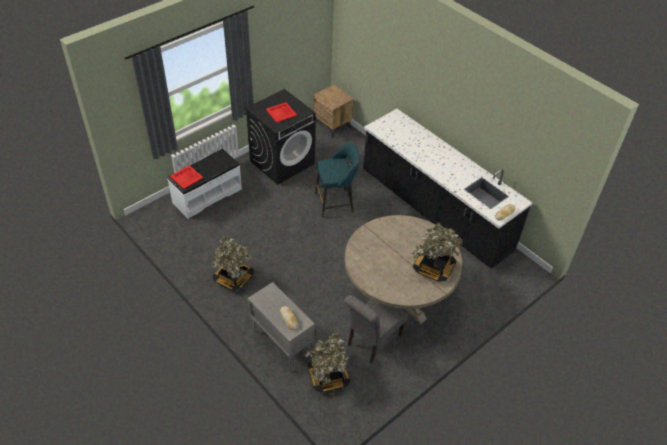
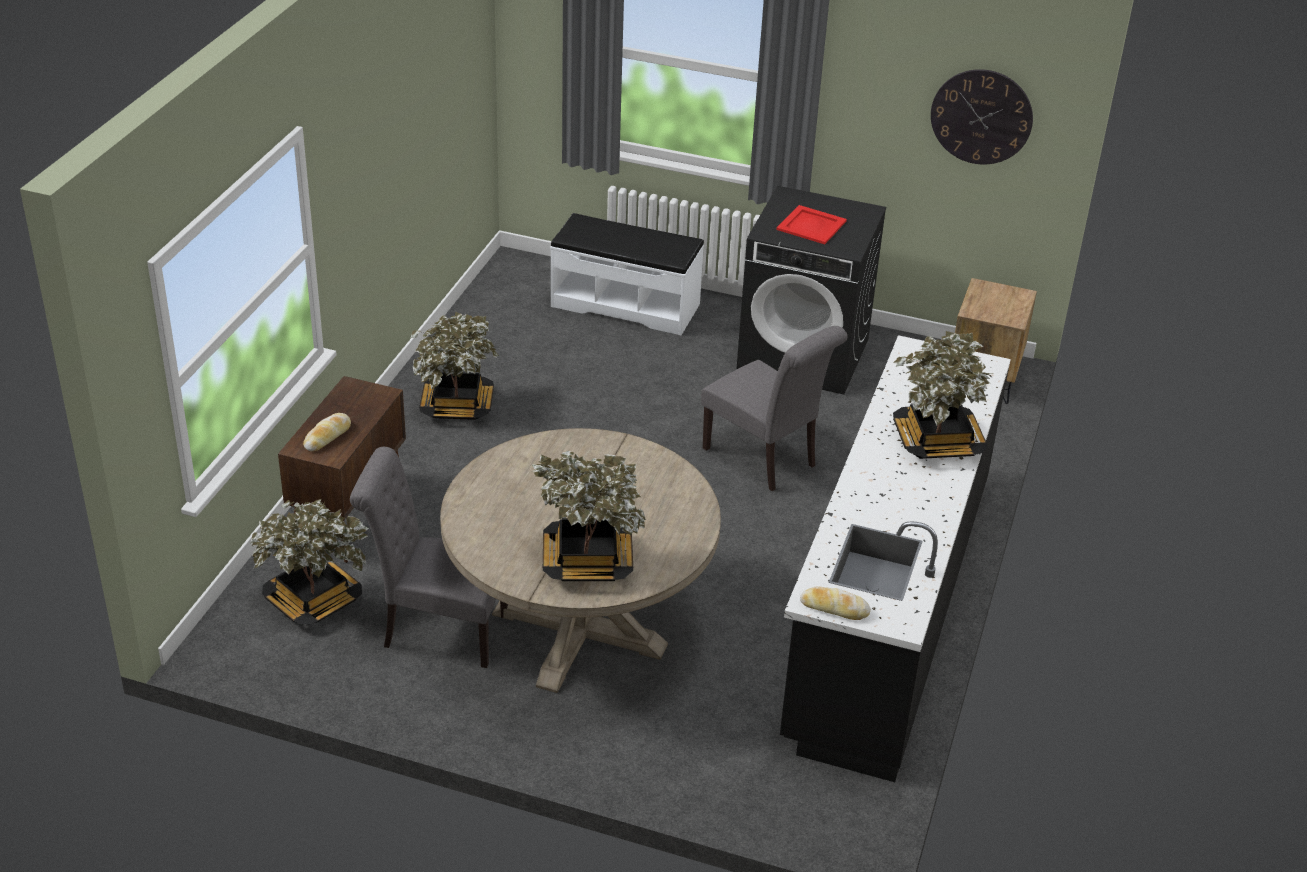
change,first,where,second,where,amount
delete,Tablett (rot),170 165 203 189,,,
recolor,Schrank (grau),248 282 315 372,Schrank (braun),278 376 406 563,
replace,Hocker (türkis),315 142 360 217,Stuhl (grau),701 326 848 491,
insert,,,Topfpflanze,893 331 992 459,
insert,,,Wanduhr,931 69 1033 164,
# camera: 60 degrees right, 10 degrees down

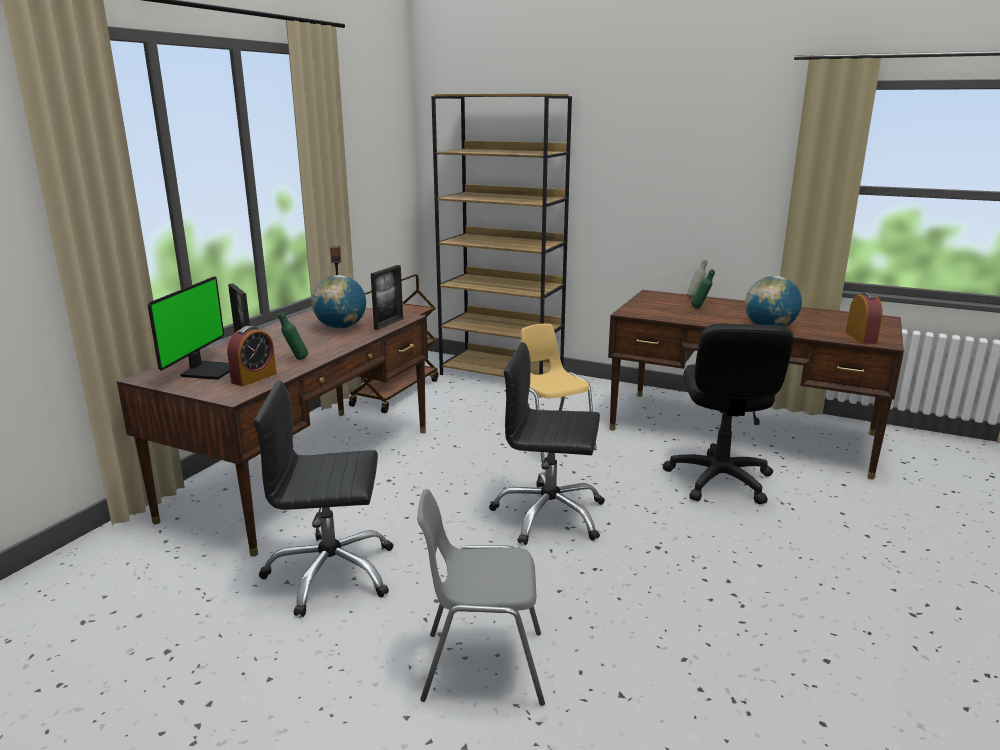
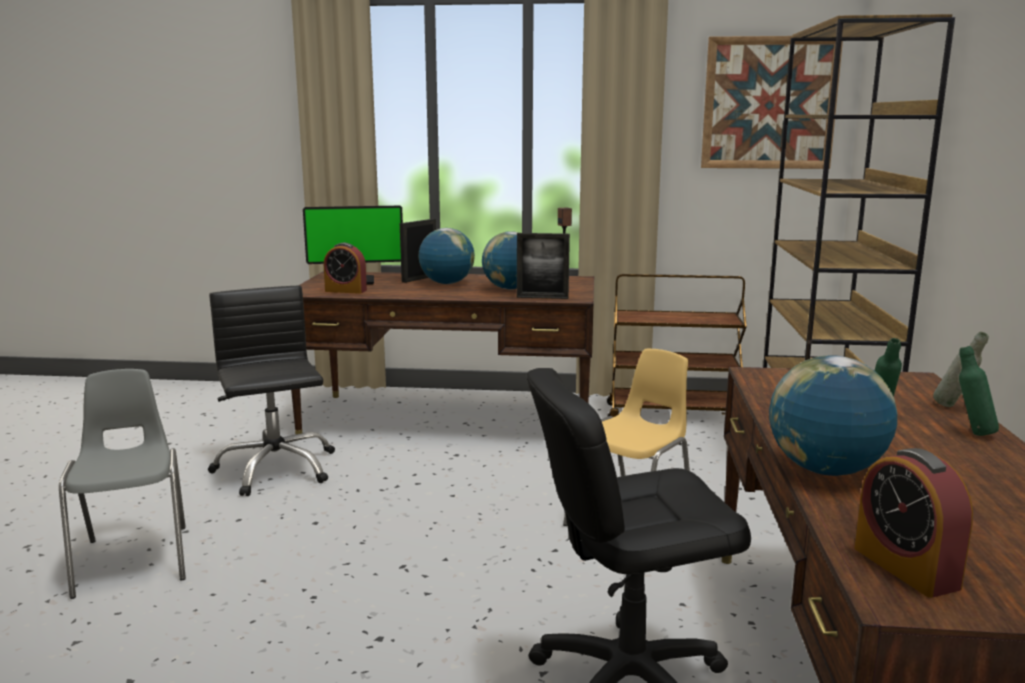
change,first,where,second,where,amount
move,Flasche (grün),278 312 308 360,,959 346 999 436,
delete,Bürostuhl (schwarz),489 342 605 545,,,
rotate,Wecker,846 293 883 344,,854 448 973 598,90 degrees clockwise
insert,,,Globus,418 228 475 284,
insert,,,Bild,701 36 843 169,
# camera: 70 degrees right, 5 degrees down

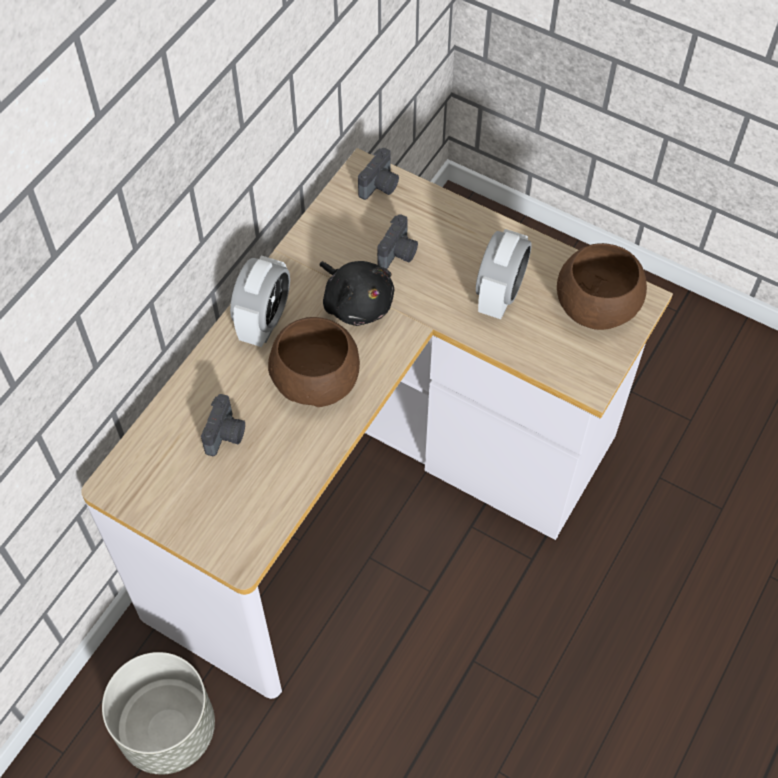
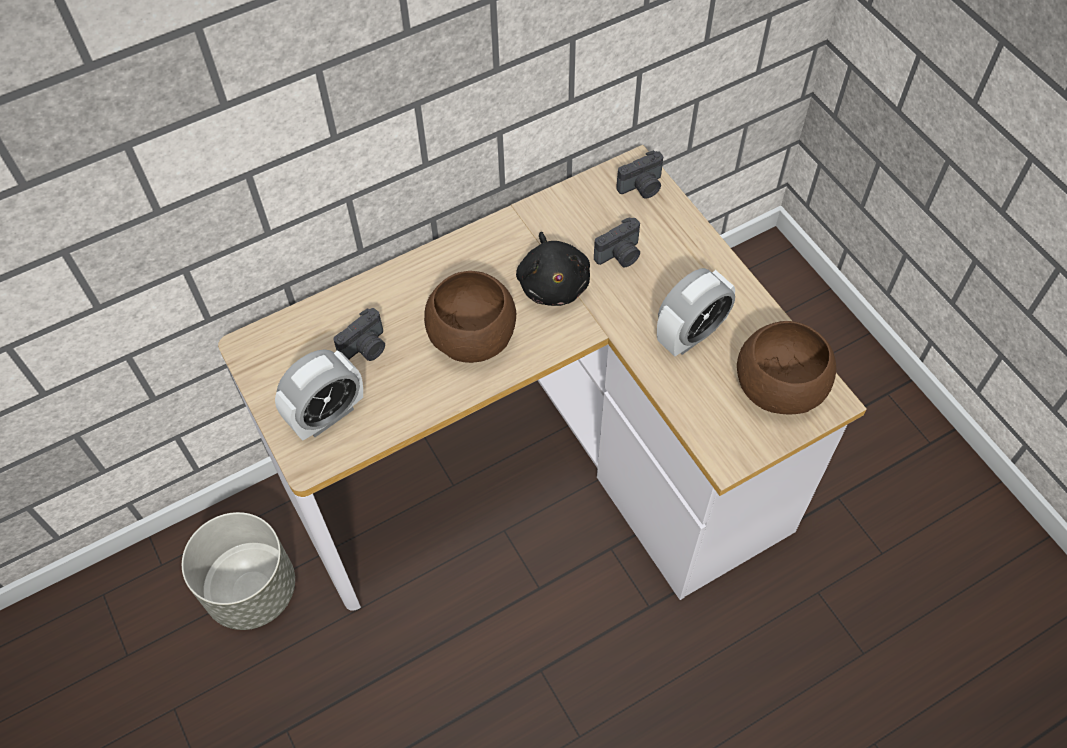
change,first,where,second,where,amount
move,Wecker,230 256 290 347,,275 349 363 440,
# camera: 30 degrees right, 0 degrees up

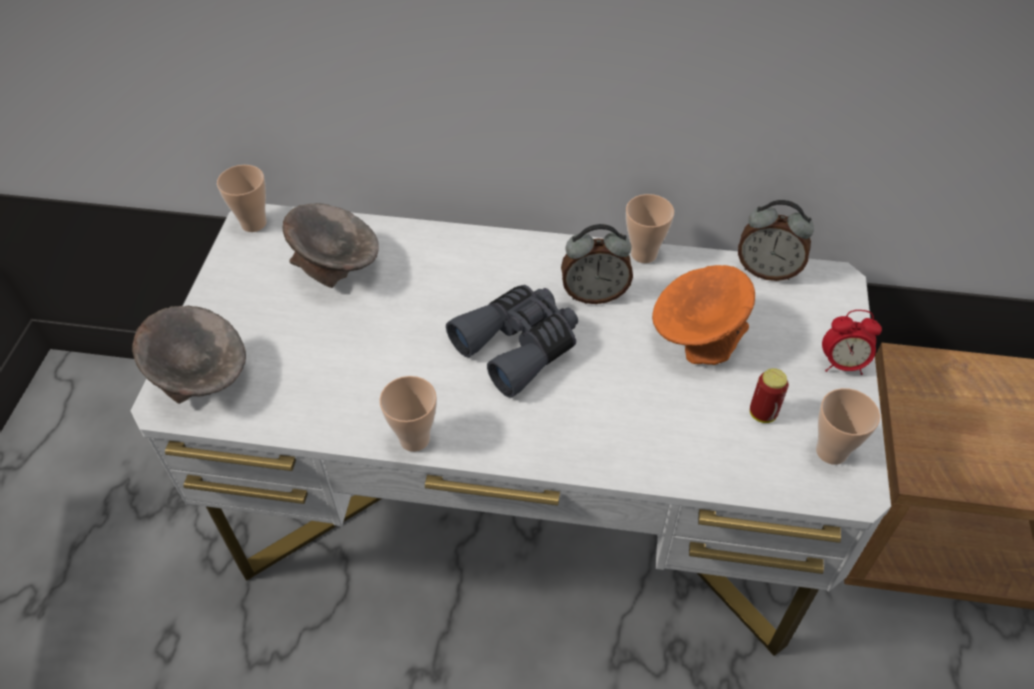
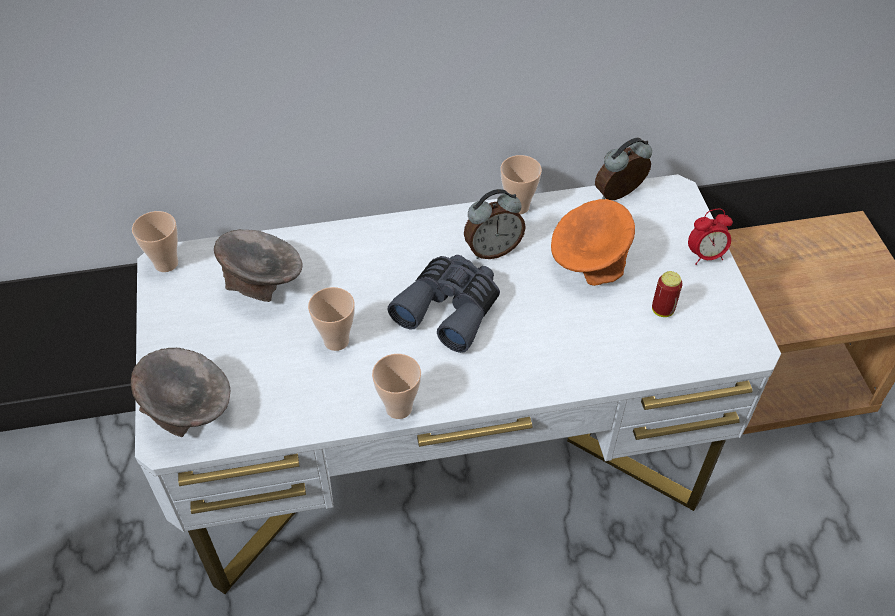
change,first,where,second,where,amount
rotate,Wecker,738 200 814 281,,595 138 652 200,150 degrees clockwise
move,Tasse,816 388 880 465,,308 287 355 351,
# camera: 20 degrees left, 0 degrees up

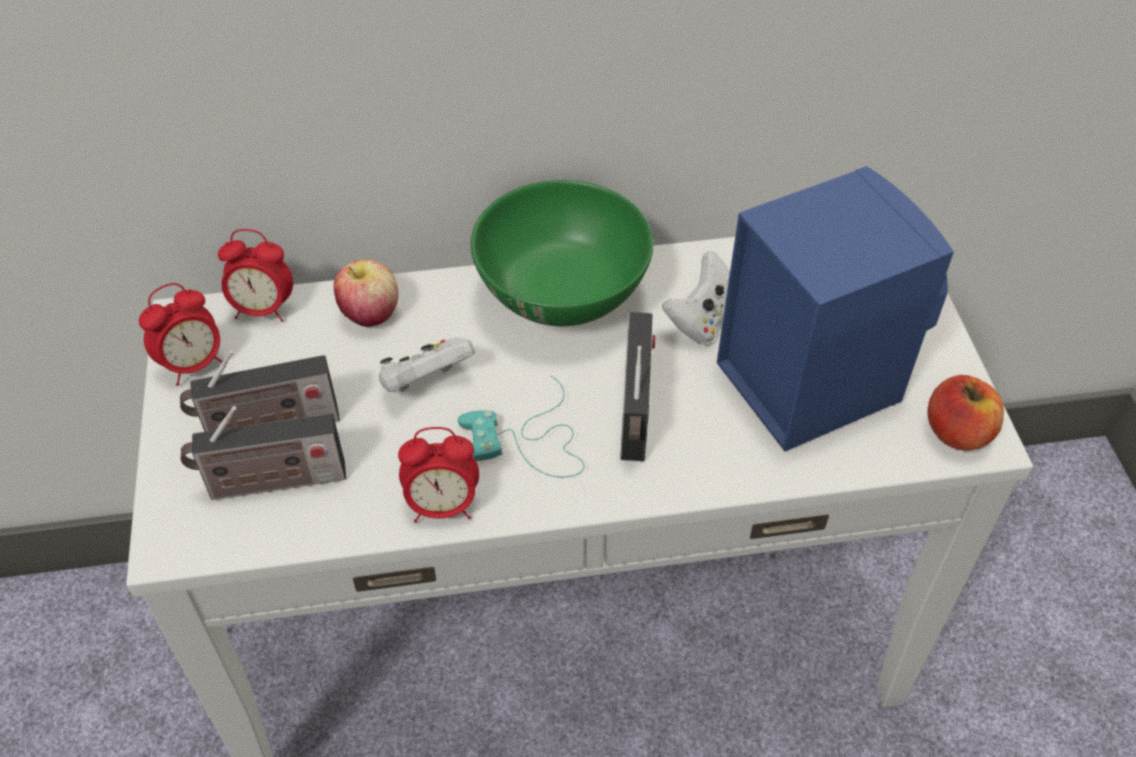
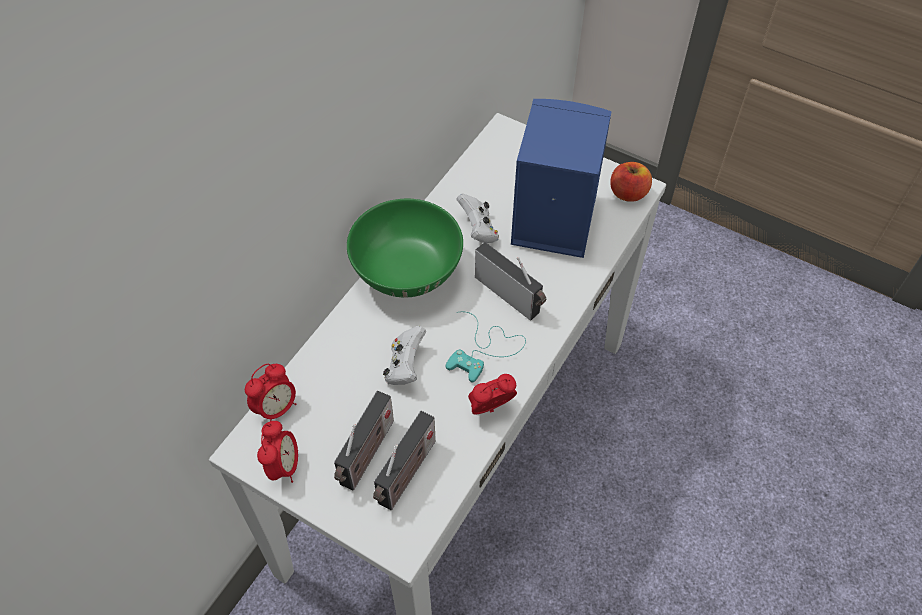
change,first,where,second,where,amount
delete,Apfel,334 259 398 327,,,
rotate,Wecker,398 427 479 523,,468 374 517 414,150 degrees counterclockwise
# camera: 50 degrees left, 5 degrees up

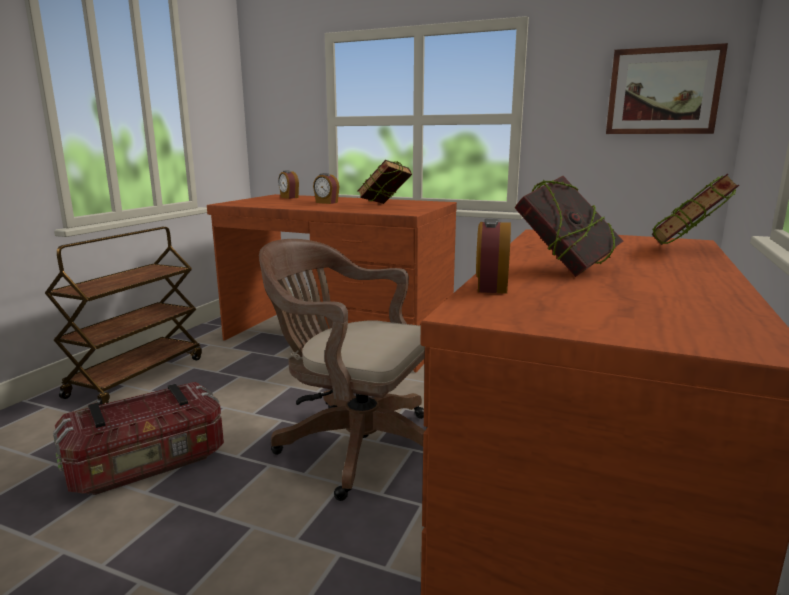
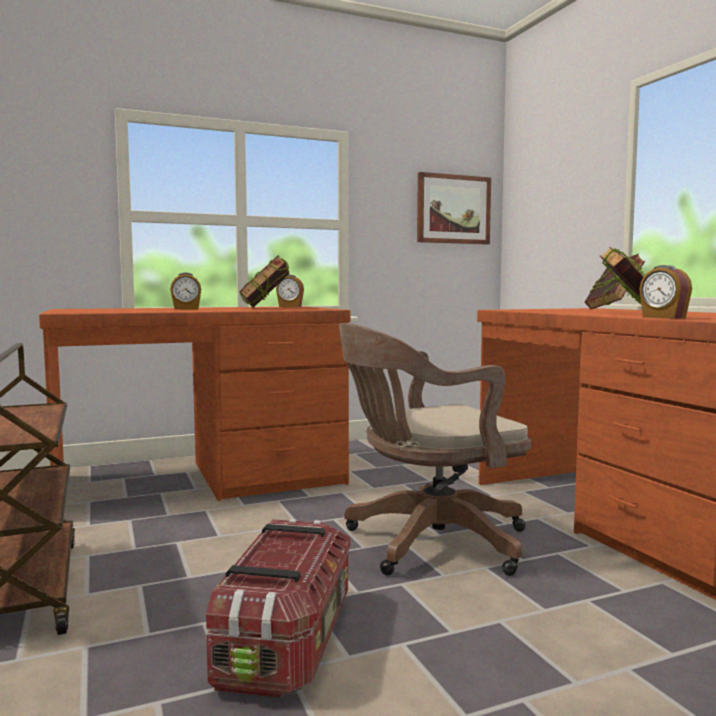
change,first,where,second,where,amount
move,Wecker,278 170 299 199,,276 275 304 307,
# camera: 45 degrees left, 10 degrees down

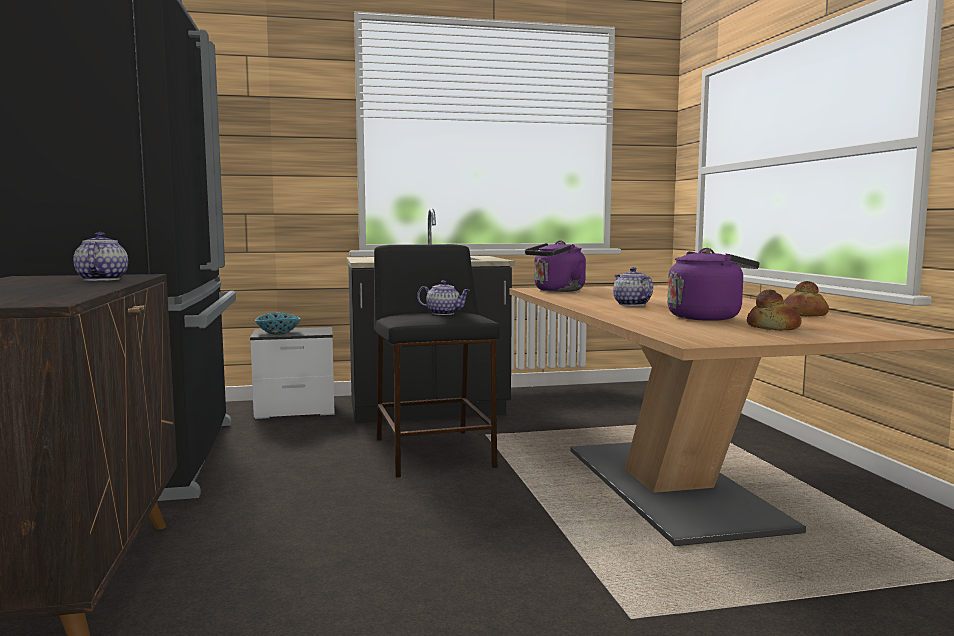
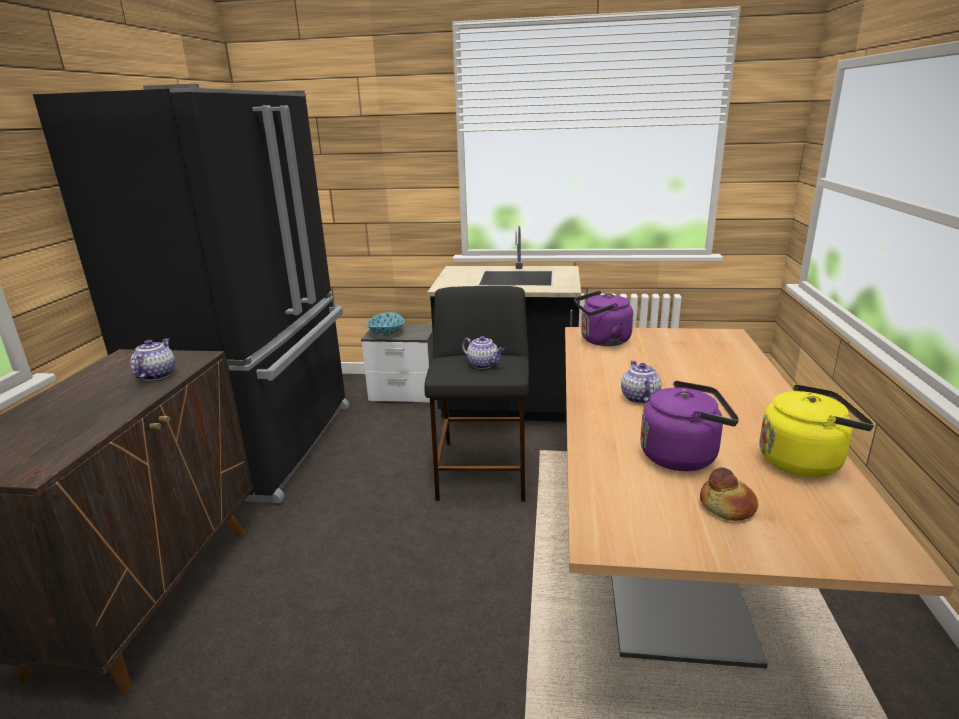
change,first,where,second,where,amount
replace,Brot,783 281 829 316,Wasserkessel (gelb),759 384 874 477,
# camera: 20 degrees right, 15 degrees up

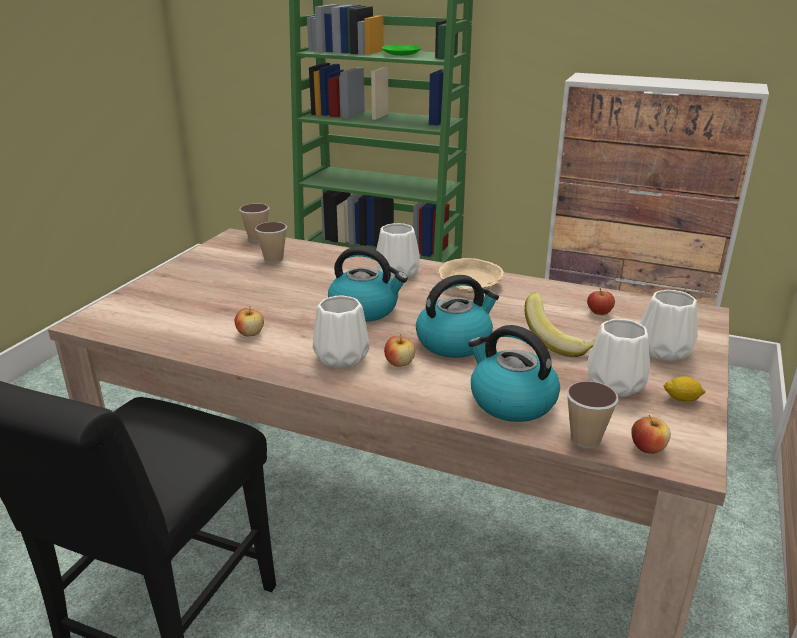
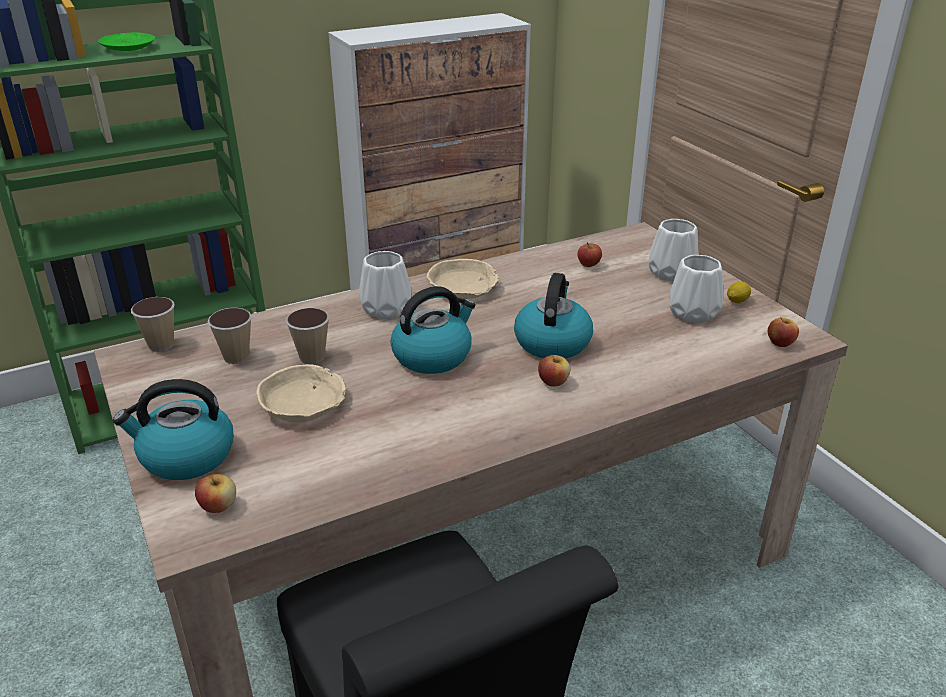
change,first,where,second,where,amount
move,Apfel,235 306 264 337,,195 474 236 513,
delete,Vase (weiß),313 295 370 369,,,
move,Wasserkessel,468 325 560 422,,113 379 234 480,
delete,Banane,525 292 595 357,,,
move,Tasse,567 381 619 448,,286 308 329 364,
insert,,,Schüssel (beige),257 364 346 422,
# camera: 50 degrees left, 5 degrees up

